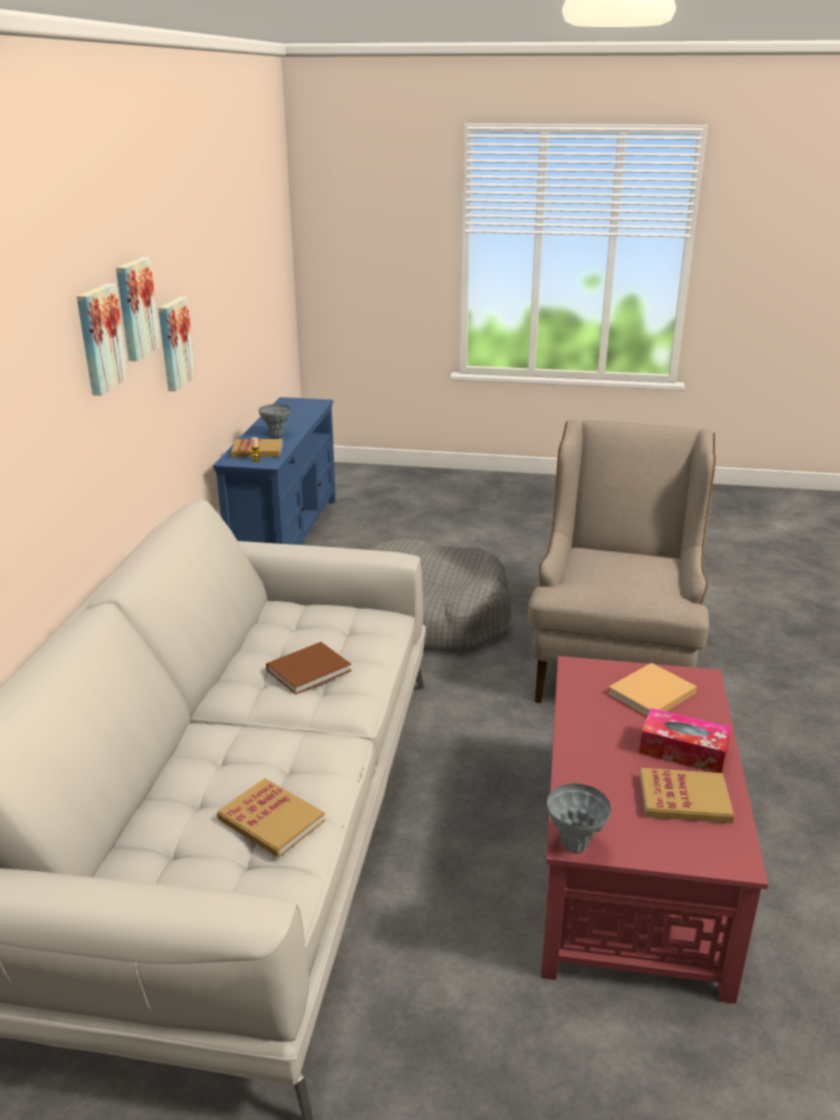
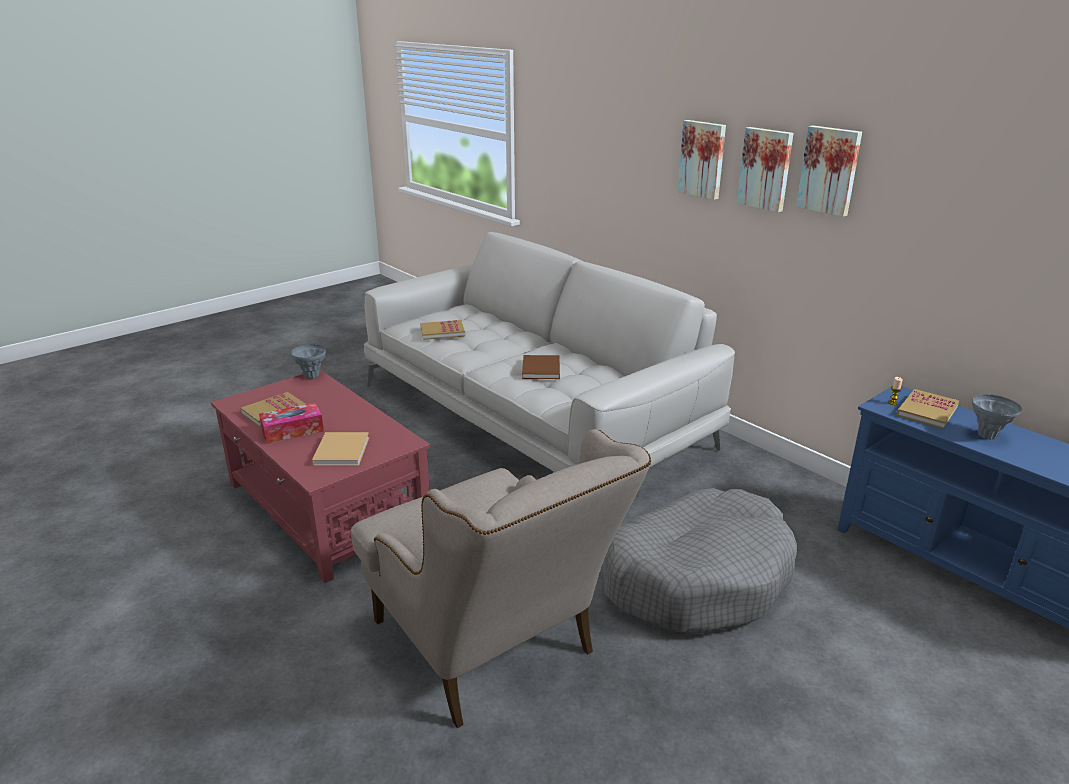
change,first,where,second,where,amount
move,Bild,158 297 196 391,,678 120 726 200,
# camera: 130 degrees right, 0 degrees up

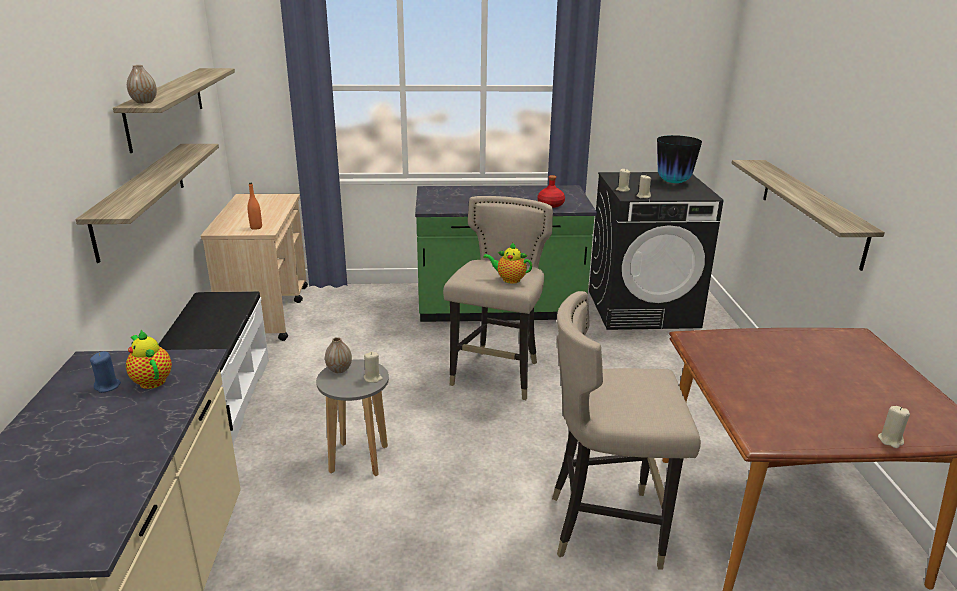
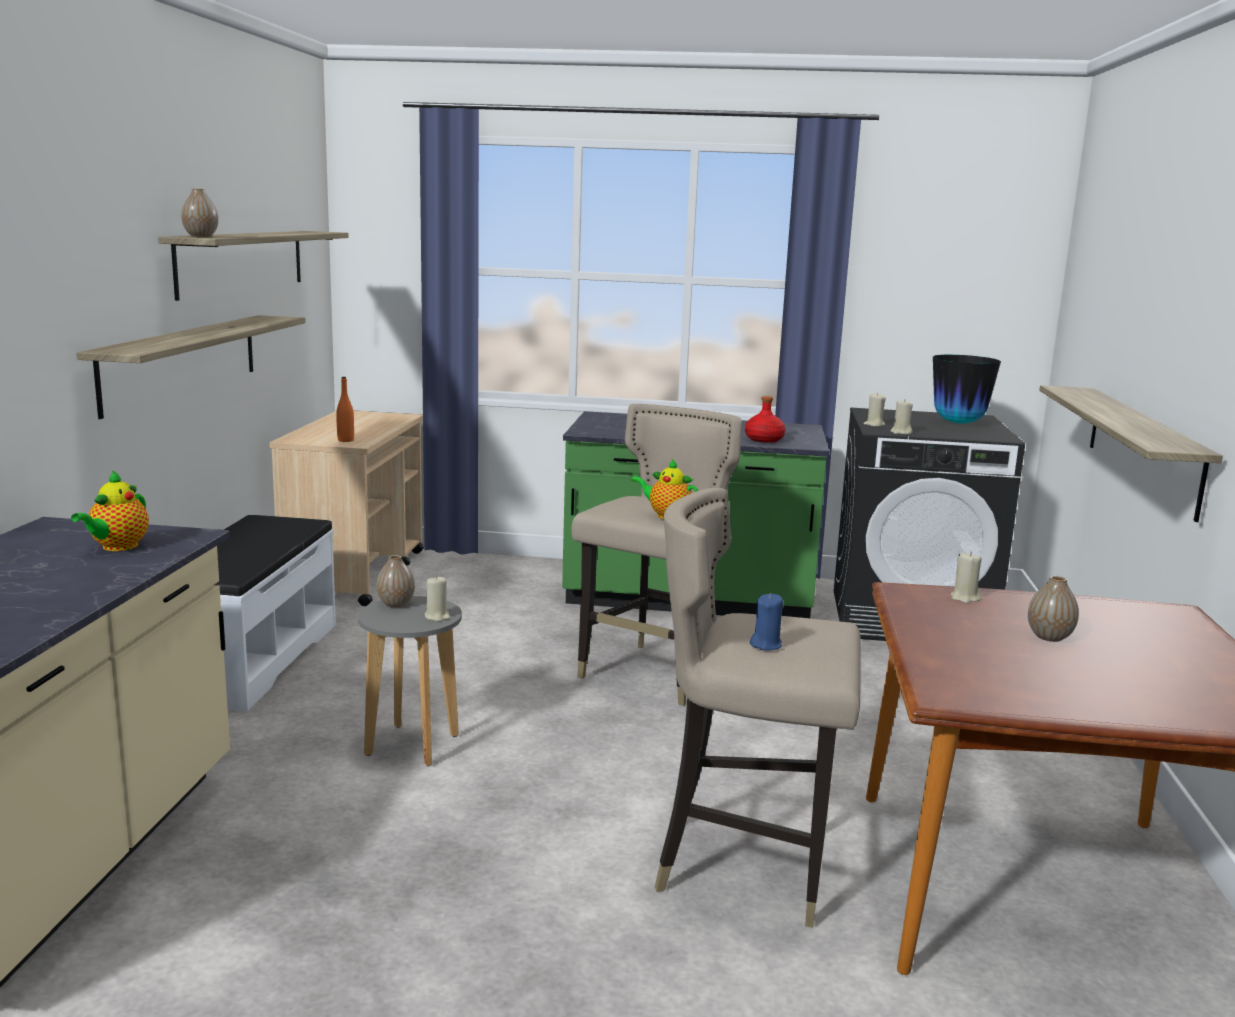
change,first,where,second,where,amount
move,Kerze (blau),90 351 121 393,,750 593 783 651,
rotate,Teekanne,126 330 172 389,,71 471 149 551,135 degrees counterclockwise
move,Kerze (beige),878 406 910 448,,951 552 982 603,
insert,,,Vase,1028 576 1079 642,
# camera: 10 degrees right, 10 degrees down

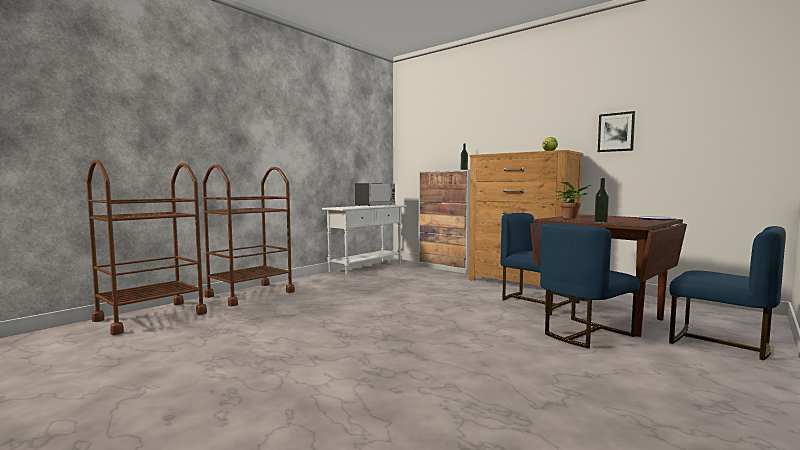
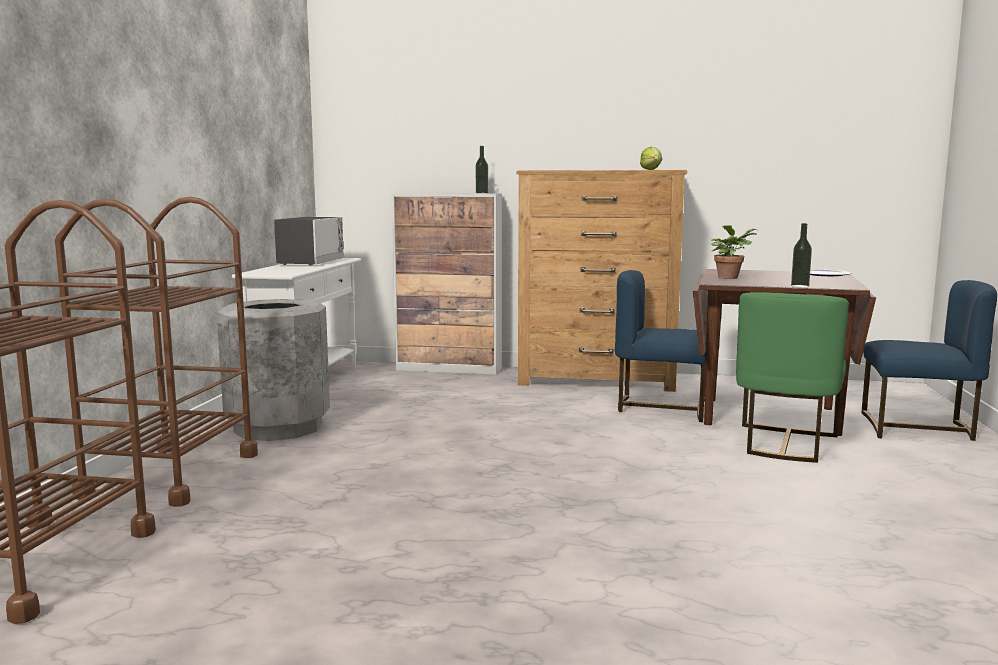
change,first,where,second,where,amount
recolor,Stuhl (blau),540 223 640 349,Stuhl (grün),736 292 849 463,
delete,Bild,598 111 635 152,,,
insert,,,Mülleimer (grau),217 299 330 441,
# camera: 30 degrees left, 5 degrees up

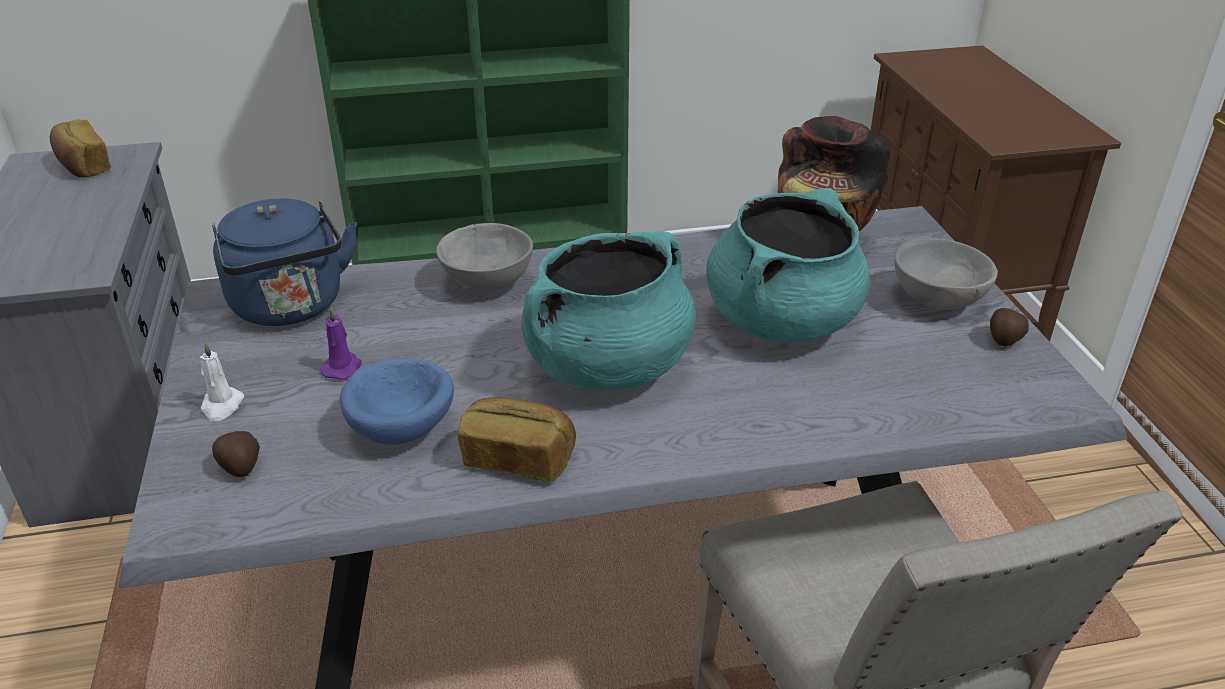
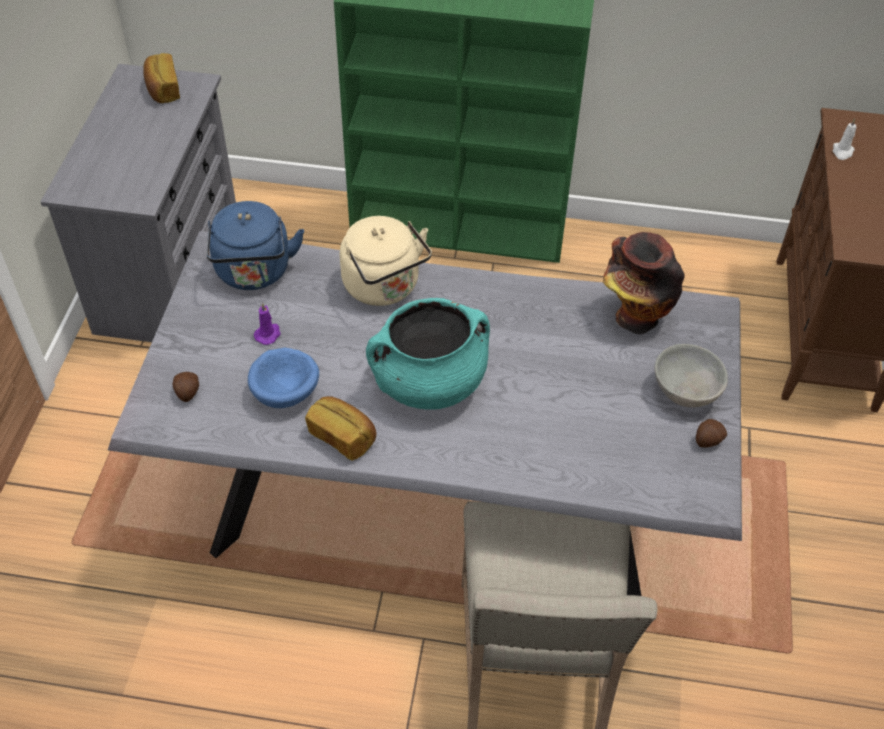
change,first,where,second,where,amount
move,Kerze (weiß),200 342 244 422,,833 118 857 160,
replace,Schüssel (grau),436 223 533 291,Wasserkessel (beige),340 216 432 306,
delete,Kochtopf (türkis),706 188 870 343,,,
# camera: 20 degrees right, 15 degrees up

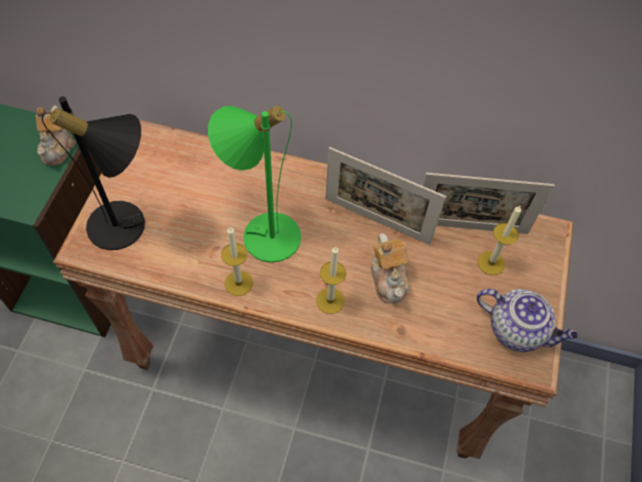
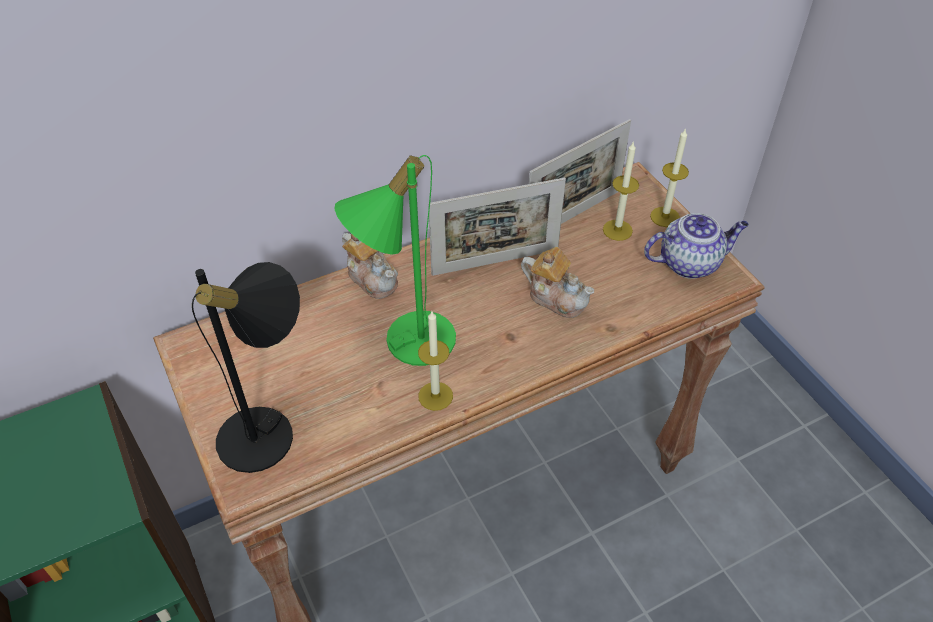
change,first,where,second,where,amount
move,Teekanne,36 105 76 166,,342 233 398 299,
move,Kerze,316 246 346 314,,650 128 689 227,
# camera: 40 degrees left, 10 degrees down

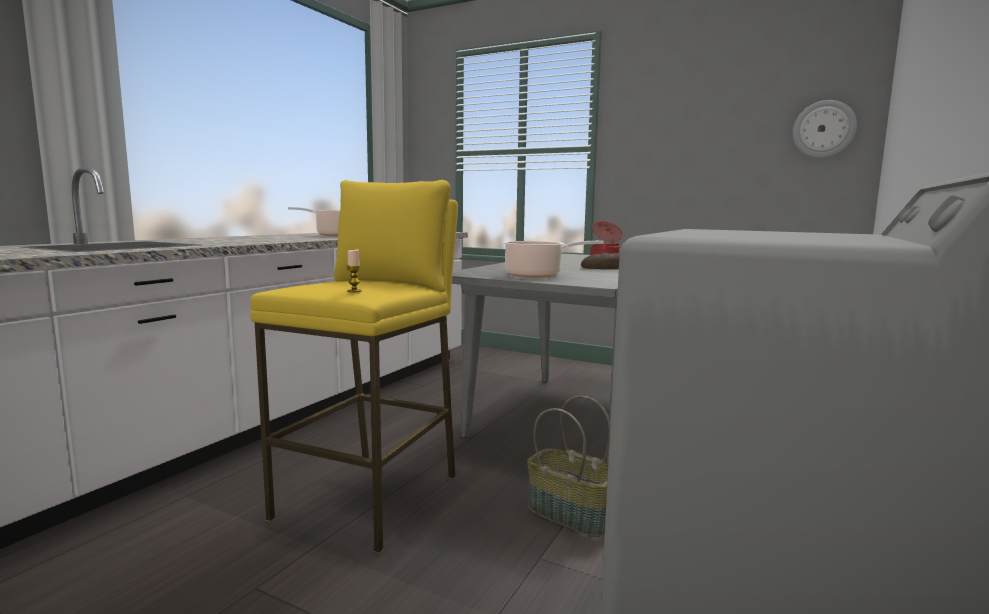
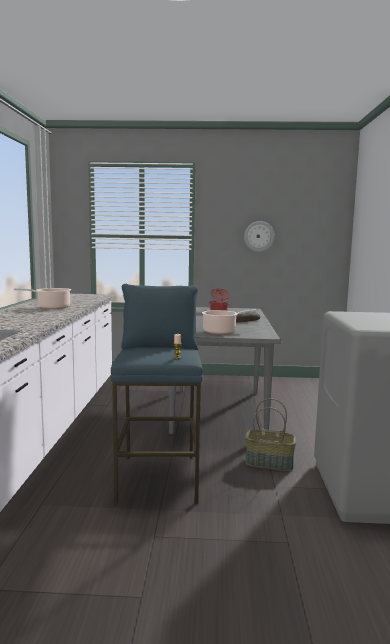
change,first,where,second,where,amount
recolor,Hocker (gelb),250 180 458 554,Hocker (blau),111 284 203 505,
move,Wanduhr,793 100 857 158,,244 221 275 252,
# camera: 25 degrees left, 0 degrees up

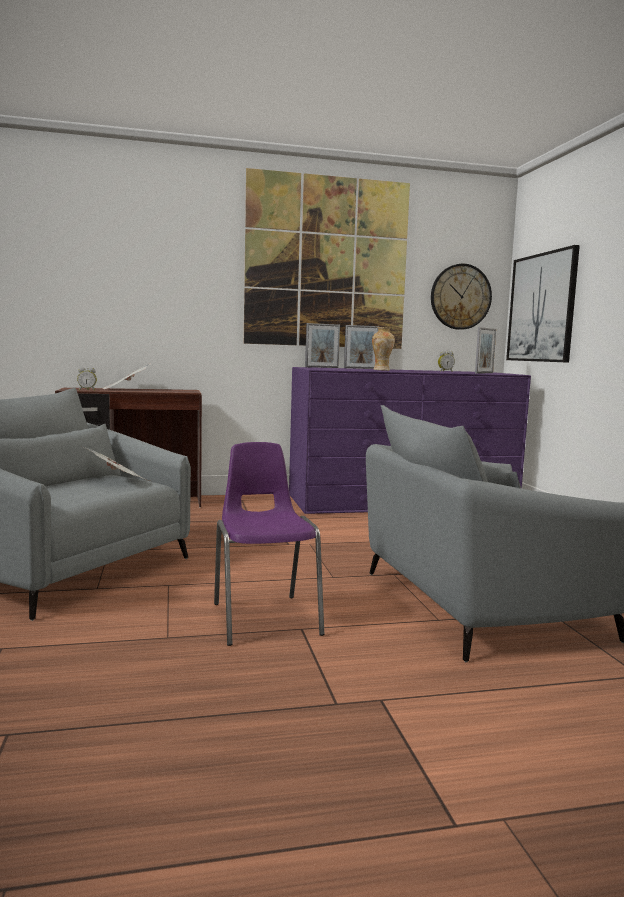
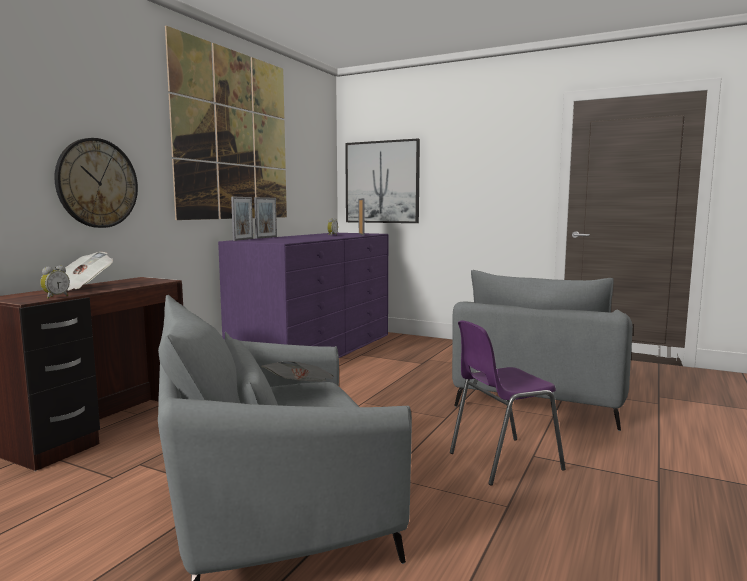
change,first,where,second,where,amount
rotate,Stuhl (lila),214 442 324 646,,450 320 566 486,45 degrees counterclockwise
delete,Vase,372 327 395 371,,,
move,Wanduhr,431 264 492 330,,54 138 138 228,
# camera: 50 degrees left, 0 degrees up

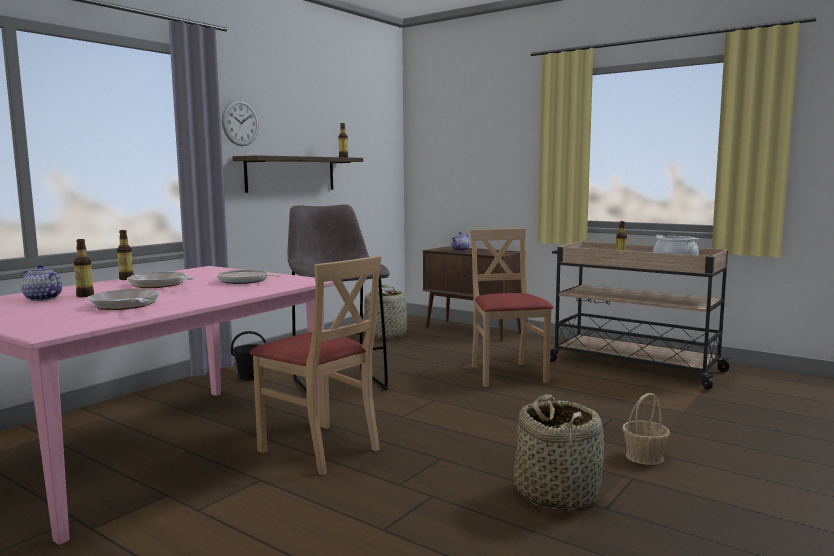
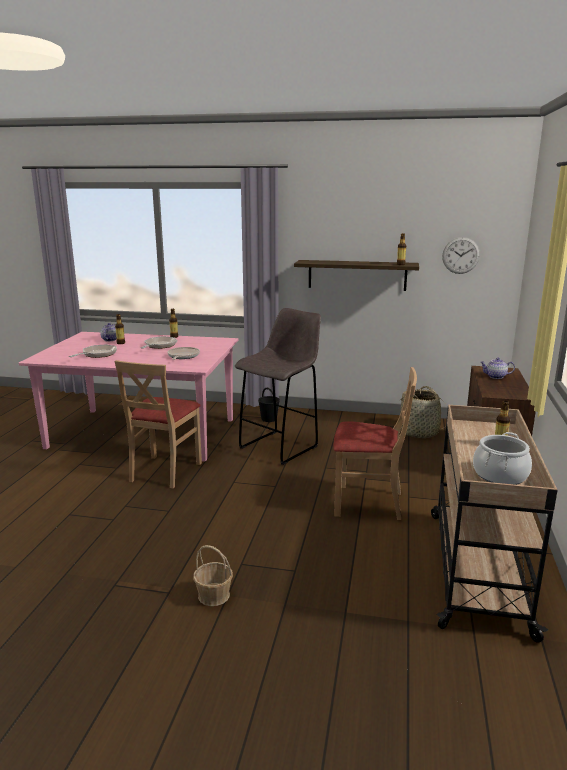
change,first,where,second,where,amount
move,Wanduhr,222 100 259 146,,442 237 480 274,
rotate,Stuhl (beige),470 228 554 387,,333 367 417 520,45 degrees clockwise
delete,Korb,514 394 604 511,,,
# camera: 65 degrees right, 10 degrees up

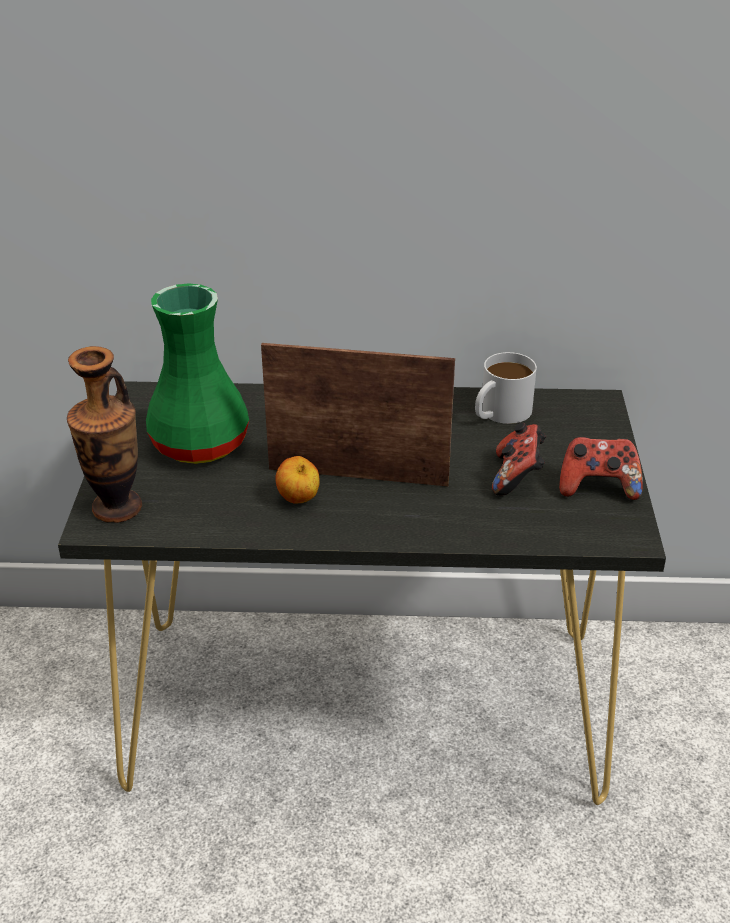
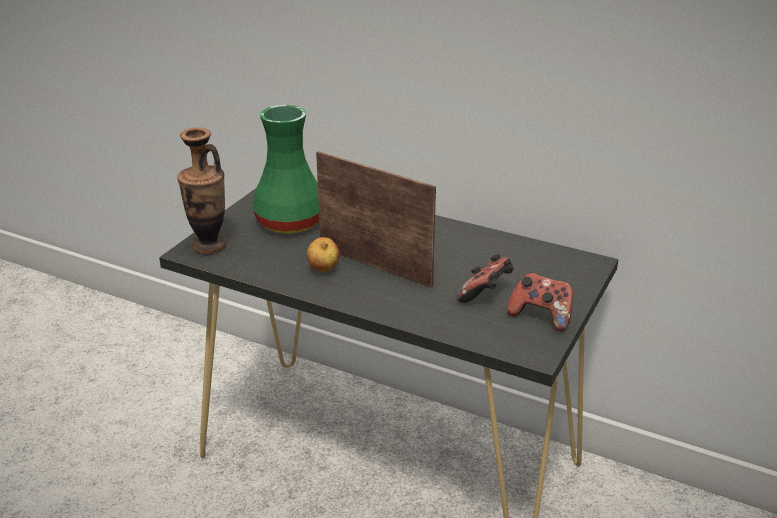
change,first,where,second,where,amount
delete,Henkelbecher (weiß),475 352 537 424,,,
# camera: 25 degrees right, 5 degrees down

